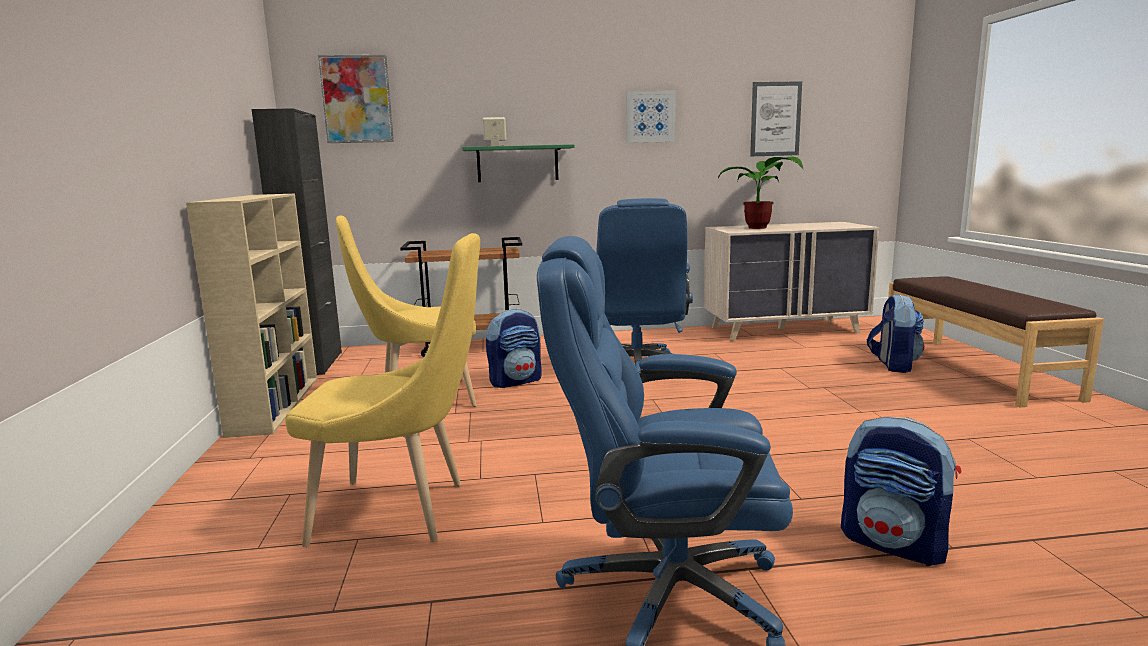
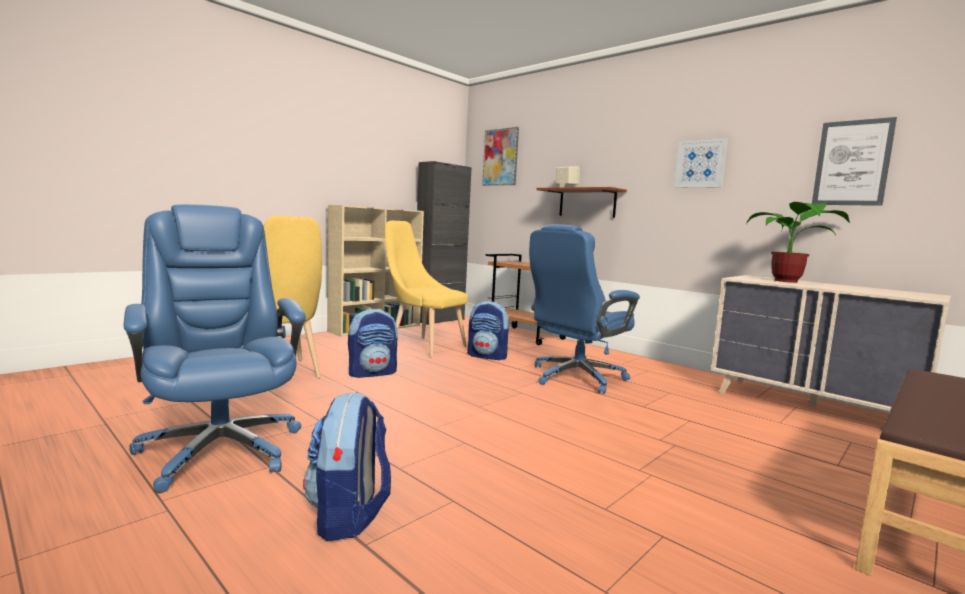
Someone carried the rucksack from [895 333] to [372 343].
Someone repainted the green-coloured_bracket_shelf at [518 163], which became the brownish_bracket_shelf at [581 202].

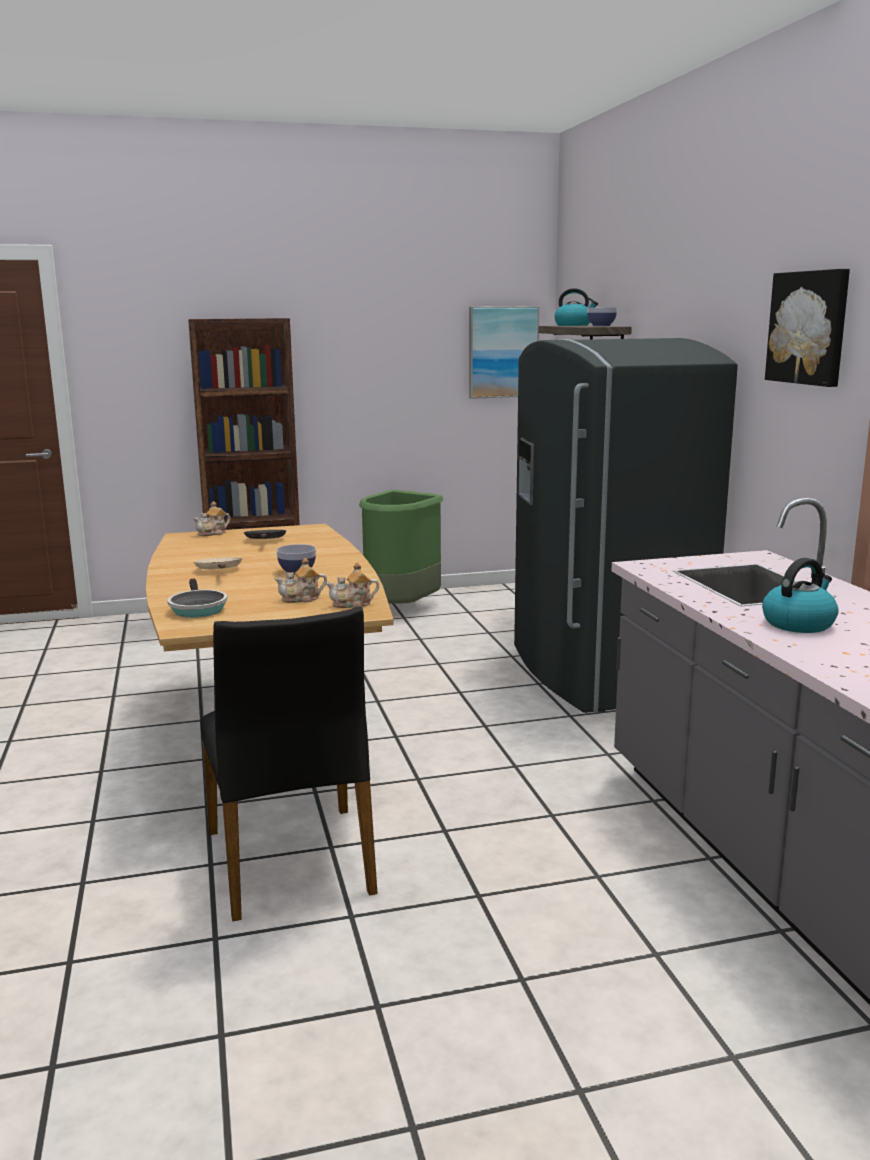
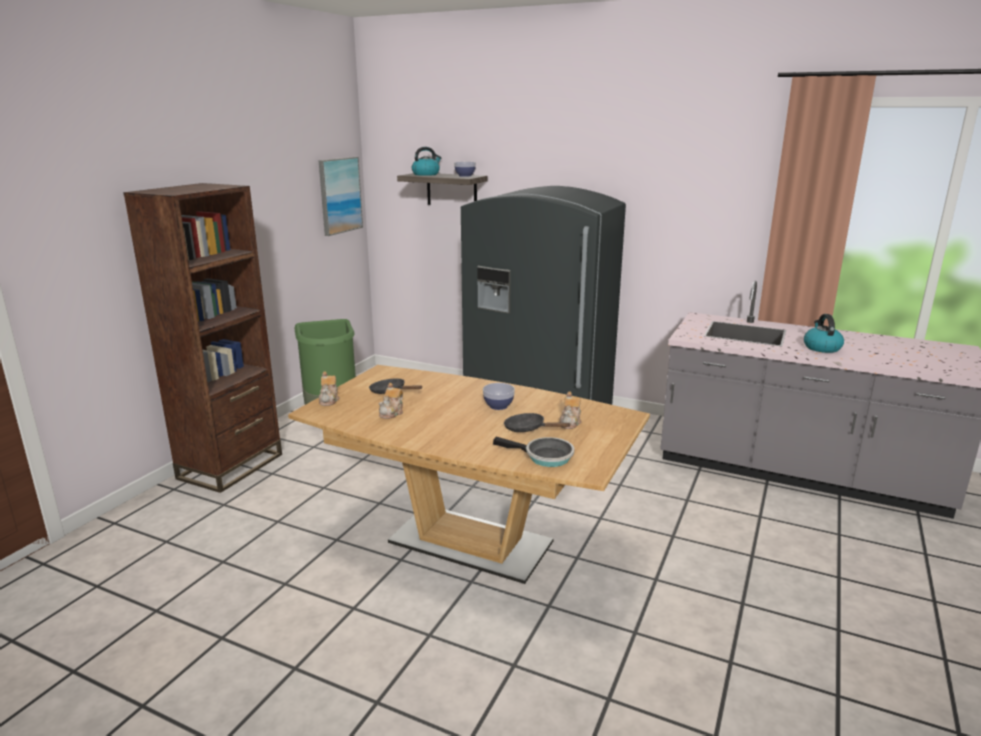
Someone carried the tea_pot from [352 585] to [390 401].
Someone put down the black-coloured_pan at [537 422].
Someone took away the sand-coloured_pan at [218 563].
Someone took away the black-coloured_upright_chair at [289 764].
Someone took away the wall_picture at [807 328].

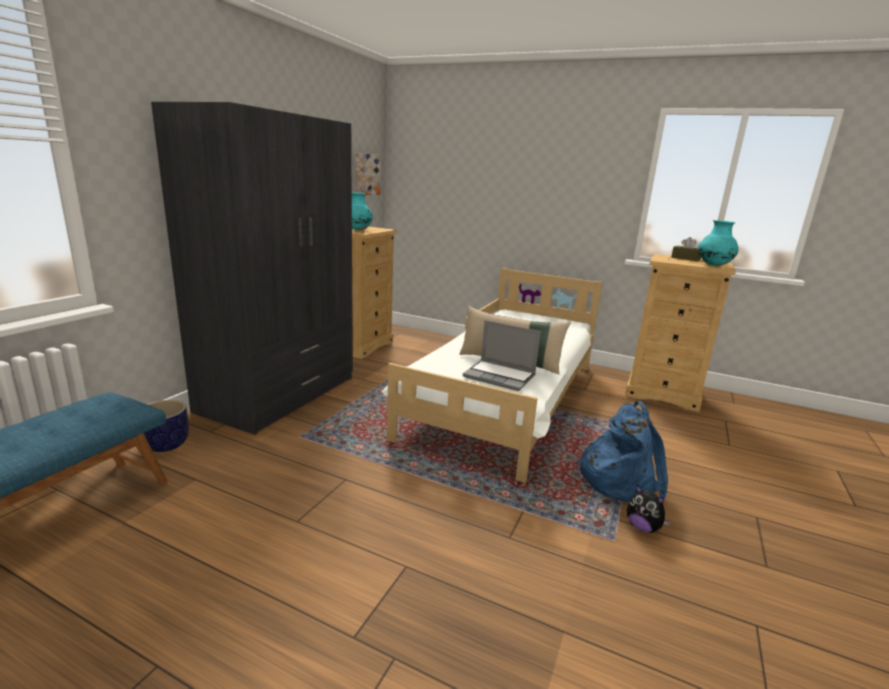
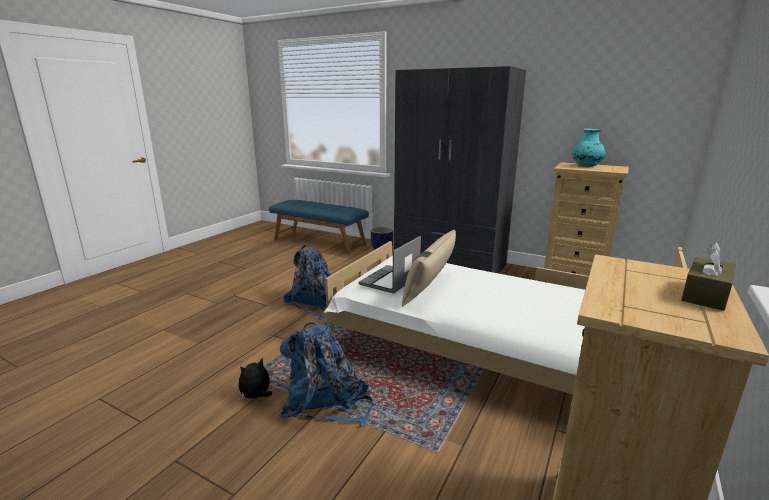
Someone put down the blue_rucksack at [309 282].
Someone took away the wall_picture at [368 174].
Someone took away the turquoise_flower_vase at [718 243].

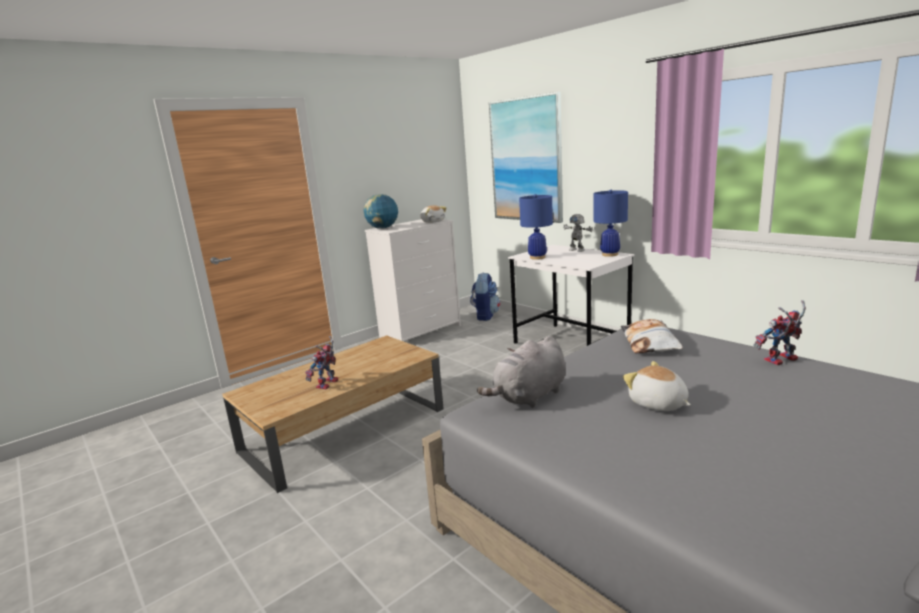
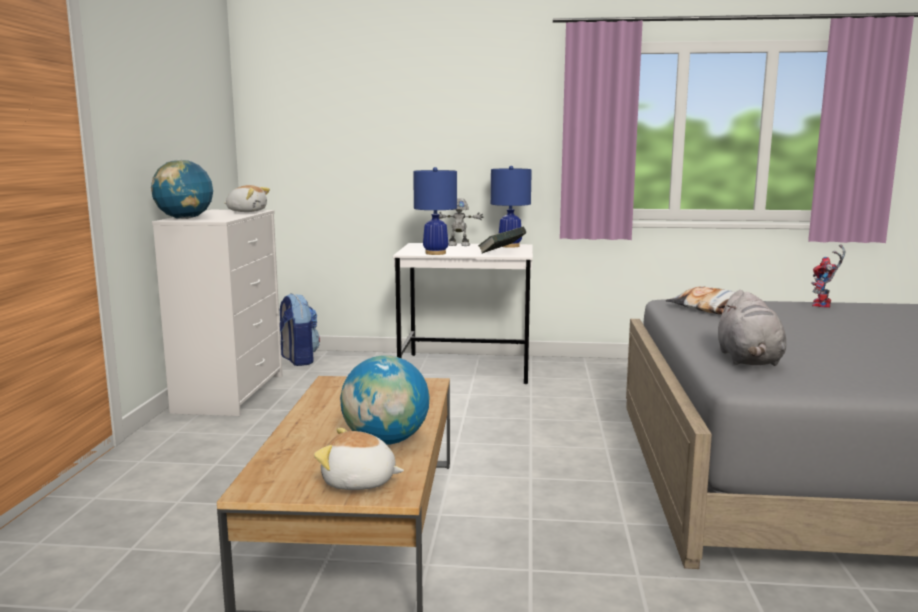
Someone carried the plush_toy from [657 386] to [359 459].
Someone swapped the robot_figure at [321 362] for the world_globe at [385 400].
Someone put down the bound_book at [502 240].
Someone took away the wall_picture at [526 157].

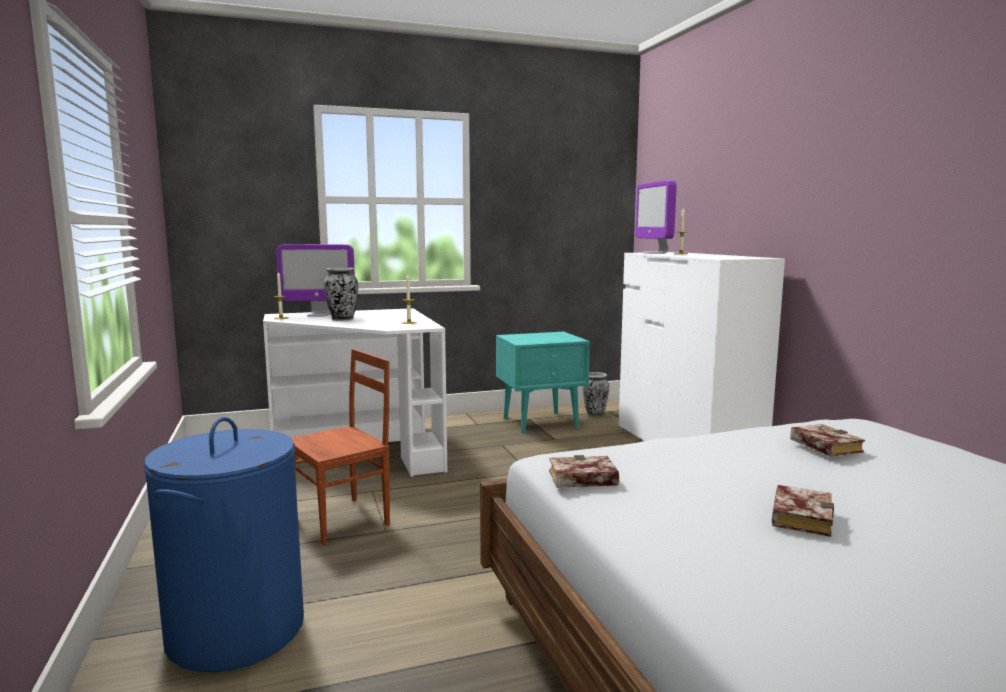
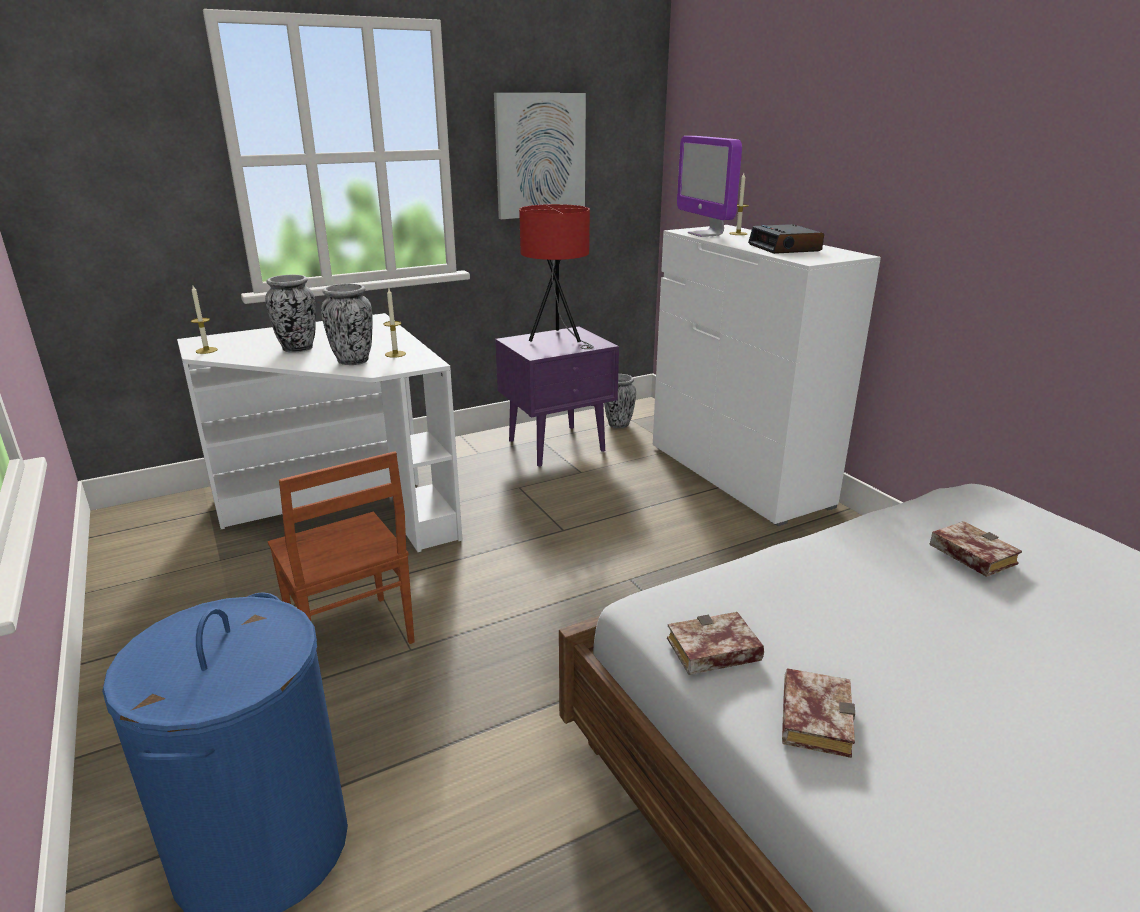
Someone rotated the brownish_upright_chair at [340 447] by 105 degrees clockwise.
Someone put down the flower_vase at [347 324].
Someone put up the wall_picture at [540 156].
Someone repainted the turquoise_nightstand at [543 383], which became the purplish_nightstand at [557 396].
Someone put down the red-coloured_tabletop_lamp at [556 276].
Someone put down the bedside_clock at [786 239].
Someone carried the bound_book from [803 511] to [818 713].
Someone took away the computer_display at [315 280].

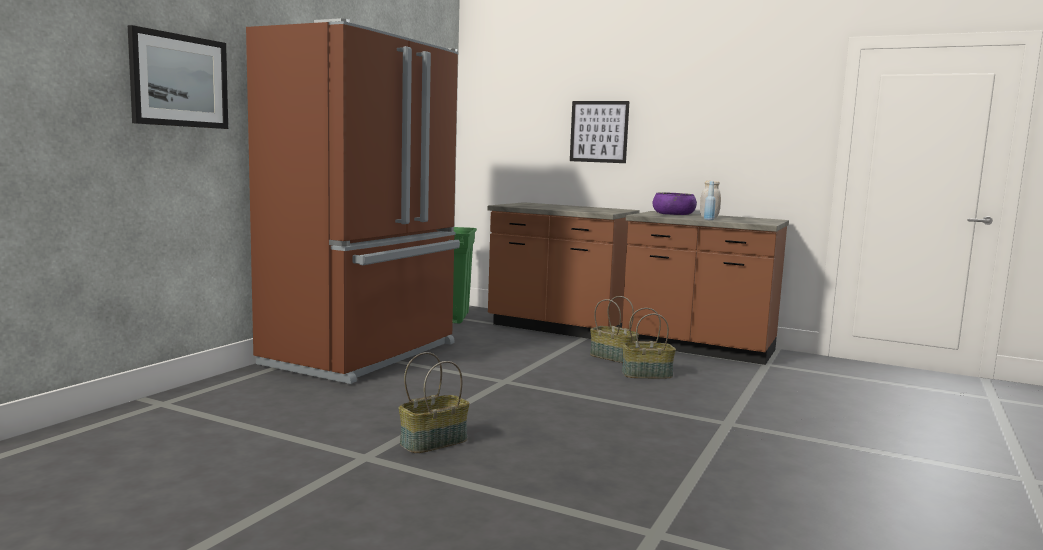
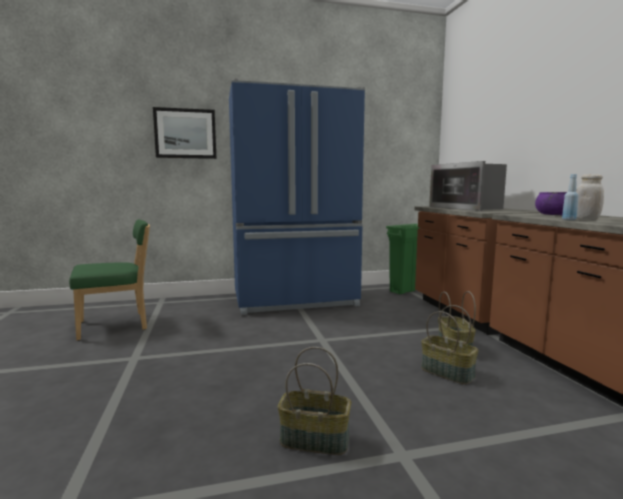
Someone put down the green-coloured_upright_chair at [109 280].
Someone repainted the brownish_kitchen_fridge at [353 201], which became the blue_kitchen_fridge at [297 196].
Someone carried the household_basket from [434 402] to [314 401].
Someone put down the kitchen_microwave at [468 186].
Someone took away the wall_picture at [600 132].

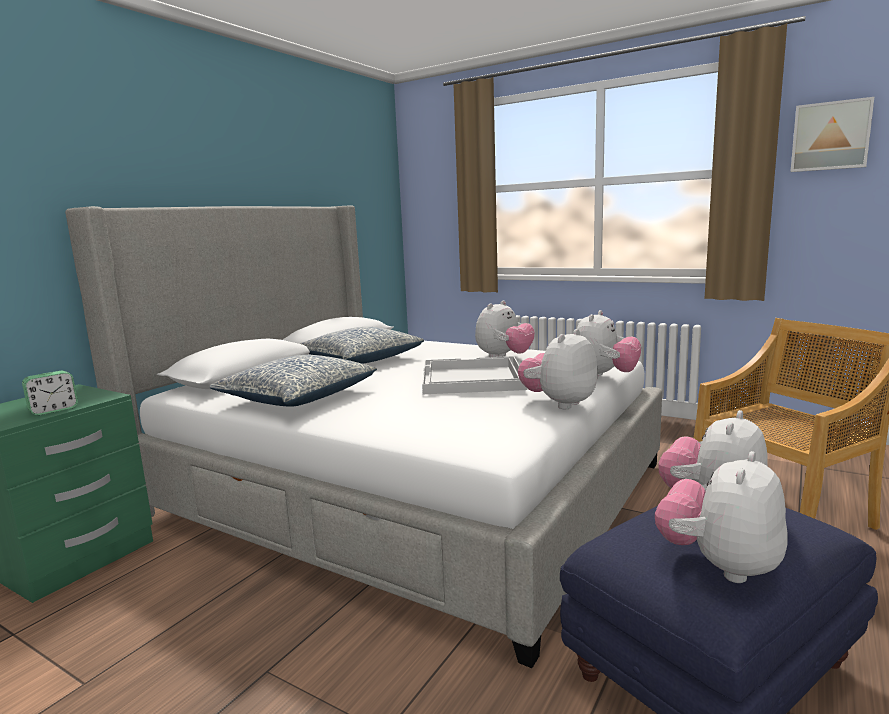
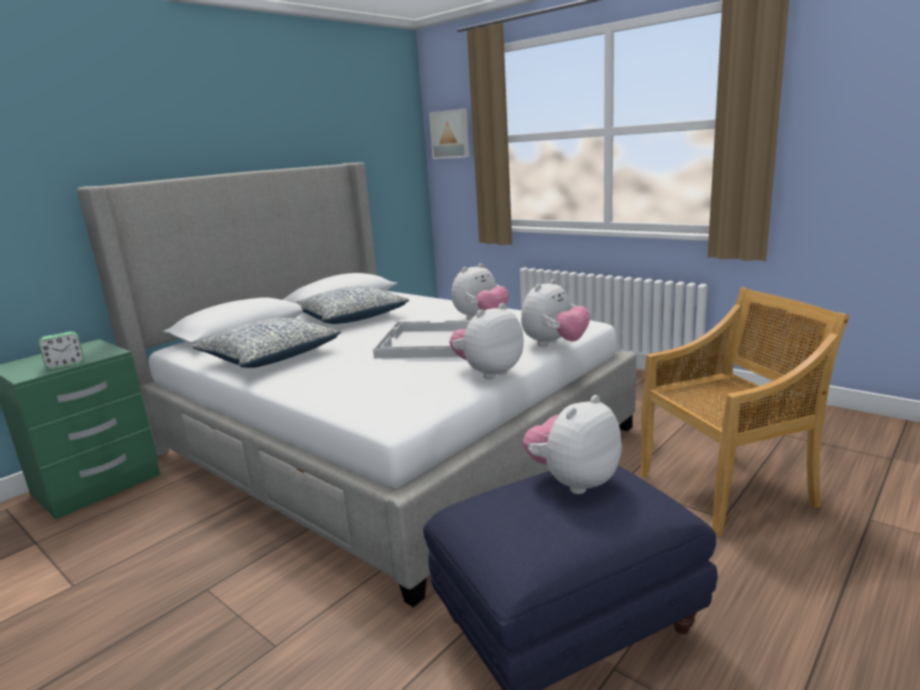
Someone carried the wall_picture from [832 134] to [449 134].
Someone took away the plush_toy at [721 517].

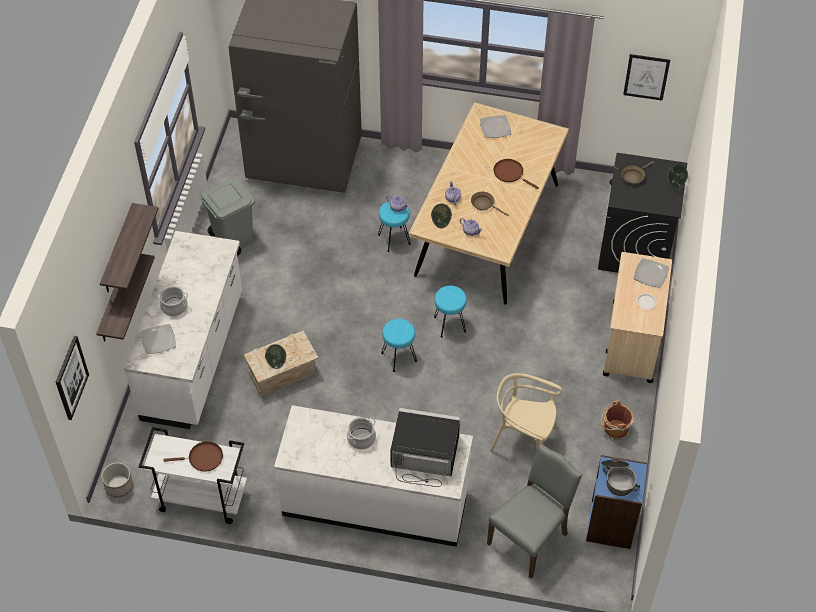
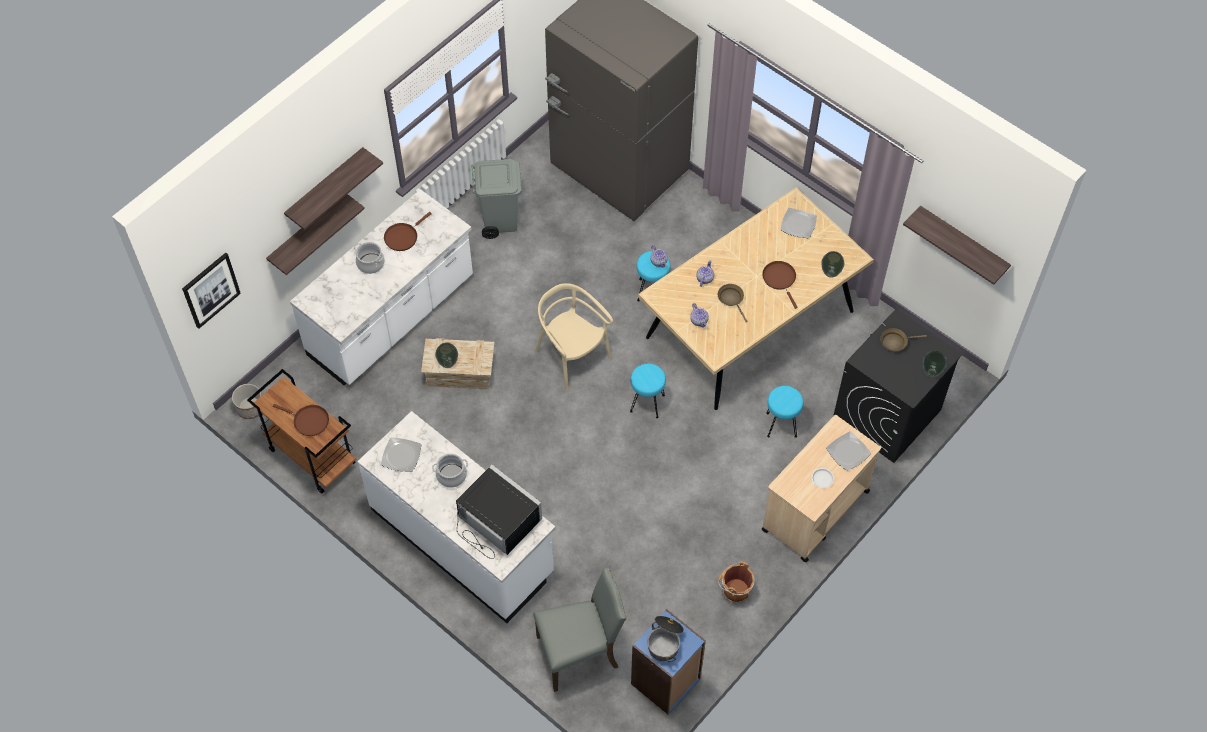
Someone repainted the white-coloured_wheeled_cart at [193 475], which became the brownish_wheeled_cart at [301 431].
Someone carried the flat_dish from [158 339] to [401 454].
Someone put down the brownish_pan at [408 231].
Someone carried the sand-coloured_upright_chair from [525 412] to [574 336].
Someone carried the turquoise_stool from [399 345] to [784 412].
Someone carried the flower_vase from [441 216] to [832 264].
Someone swapped the wall_picture at [646 77] for the bracket_shelf at [957 245].

